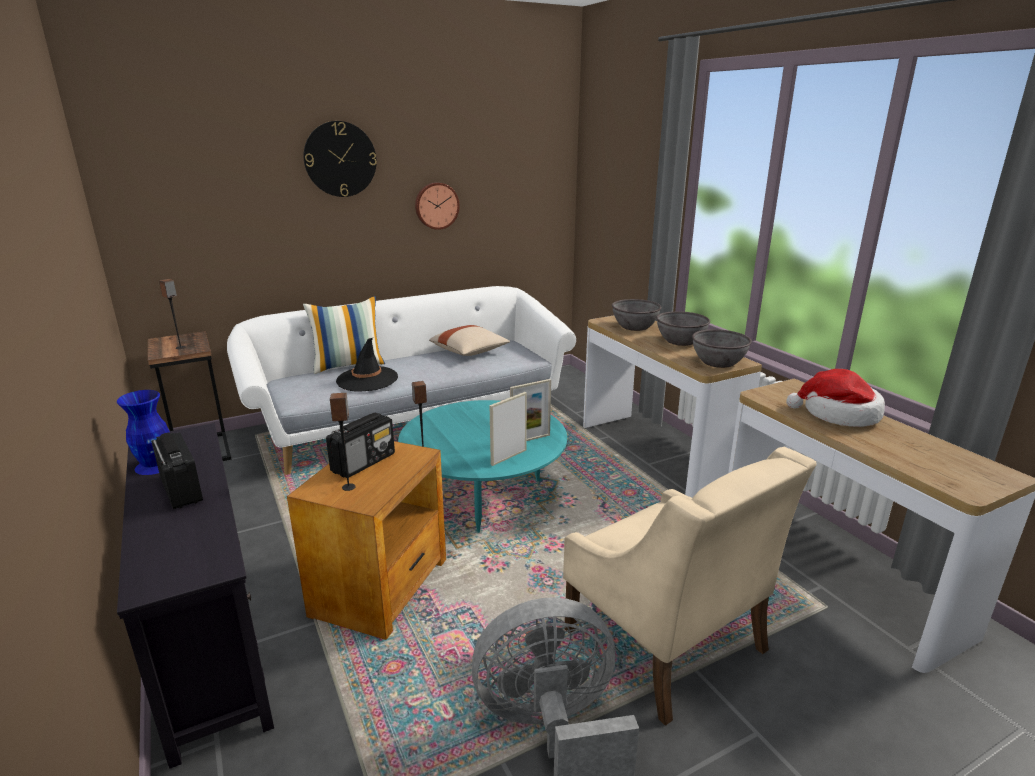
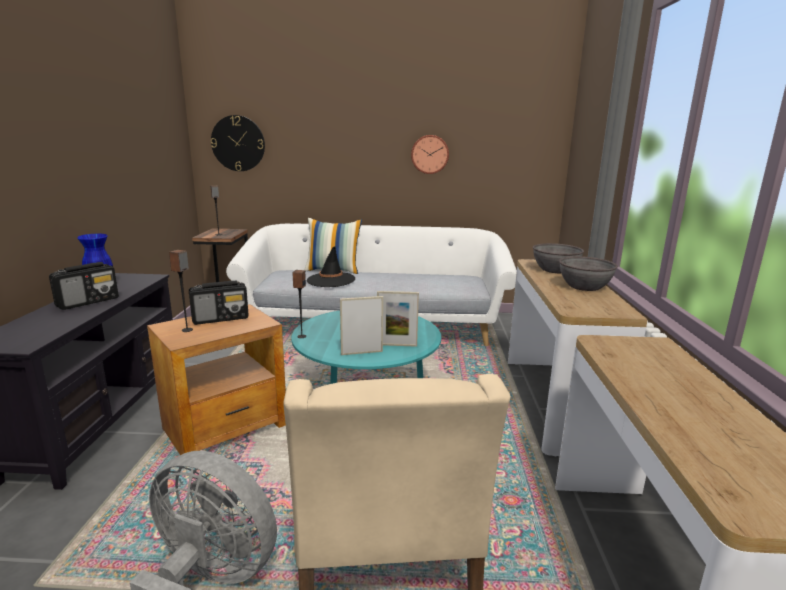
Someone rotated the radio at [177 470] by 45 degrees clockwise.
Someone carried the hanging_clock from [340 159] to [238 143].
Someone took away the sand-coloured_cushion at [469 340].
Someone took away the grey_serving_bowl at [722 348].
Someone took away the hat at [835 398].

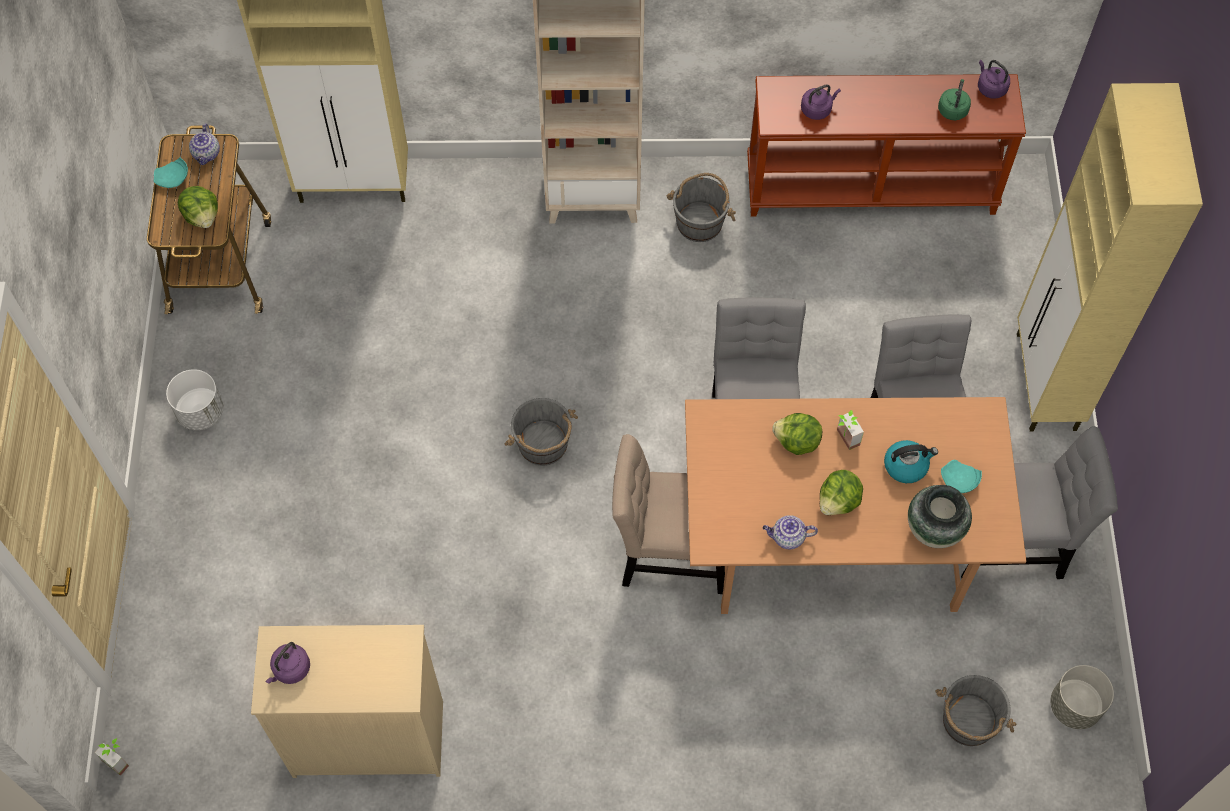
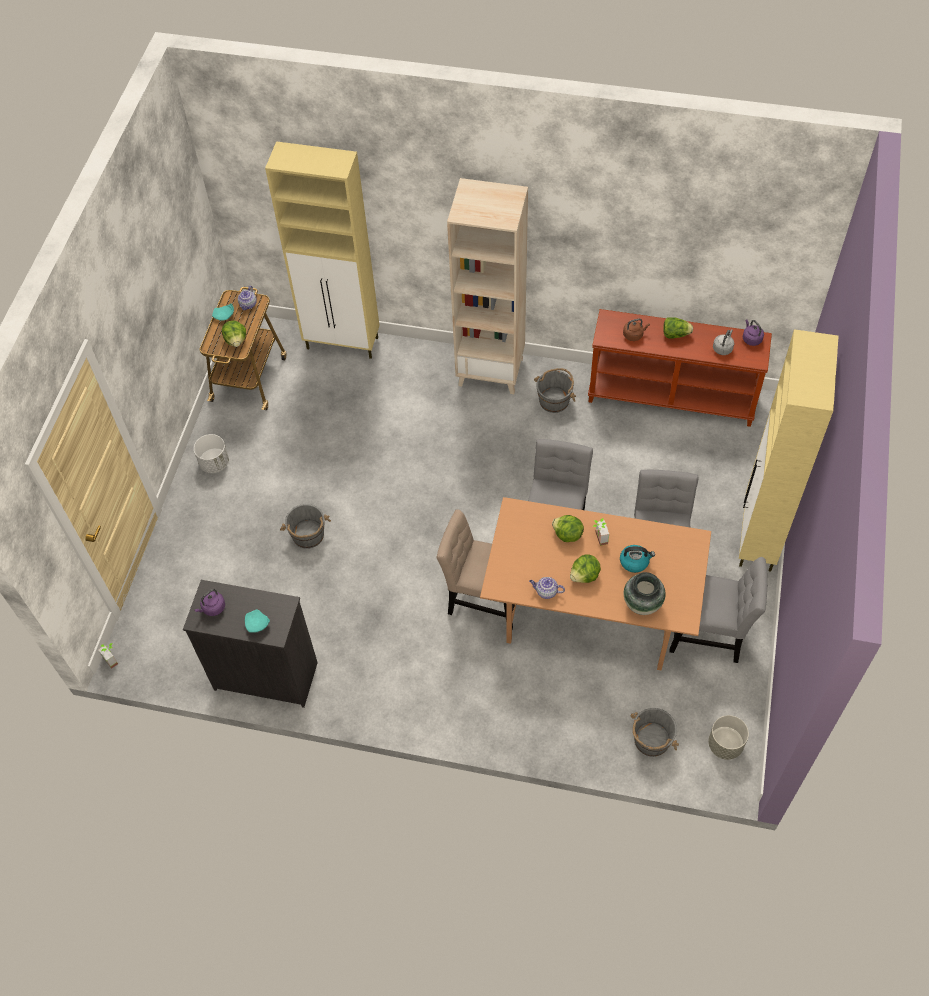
Someone repainted the sand-coloured_chest_of_drawers at [347 701], which became the black-coloured_chest_of_drawers at [250 644].
Someone carried the turquoise_flat_dish from [961 476] to [257 621].
Someone carried the grey_pail from [541 431] to [305 526].
Someone repainted the purplish_kettle at [821 102], which became the brownish_kettle at [636 330].
Someone put down the head_of_lettuce at [678 328].
Someone repainted the green-coloured_kettle at [954 99], which became the grey_kettle at [723 342].

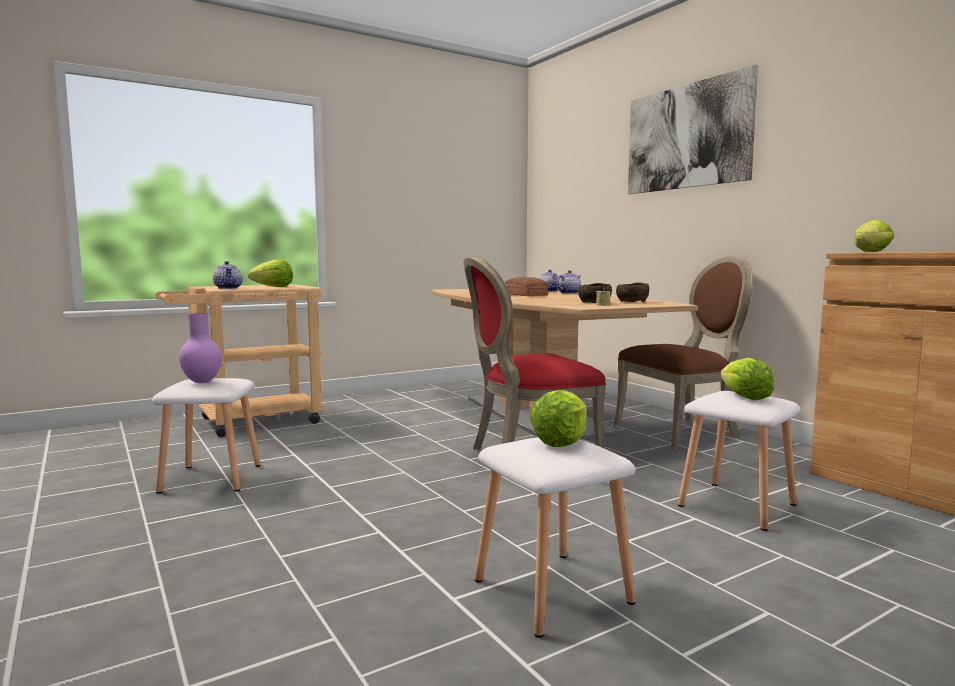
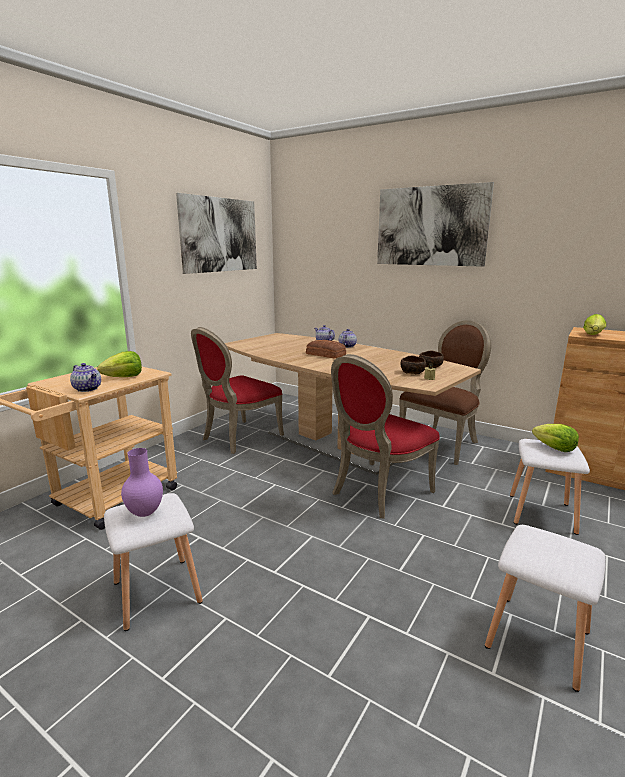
Someone put up the wall_picture at [216 233].
Someone put down the red-coloured_upright_chair at [237 390].
Someone took away the head_of_lettuce at [558 418].

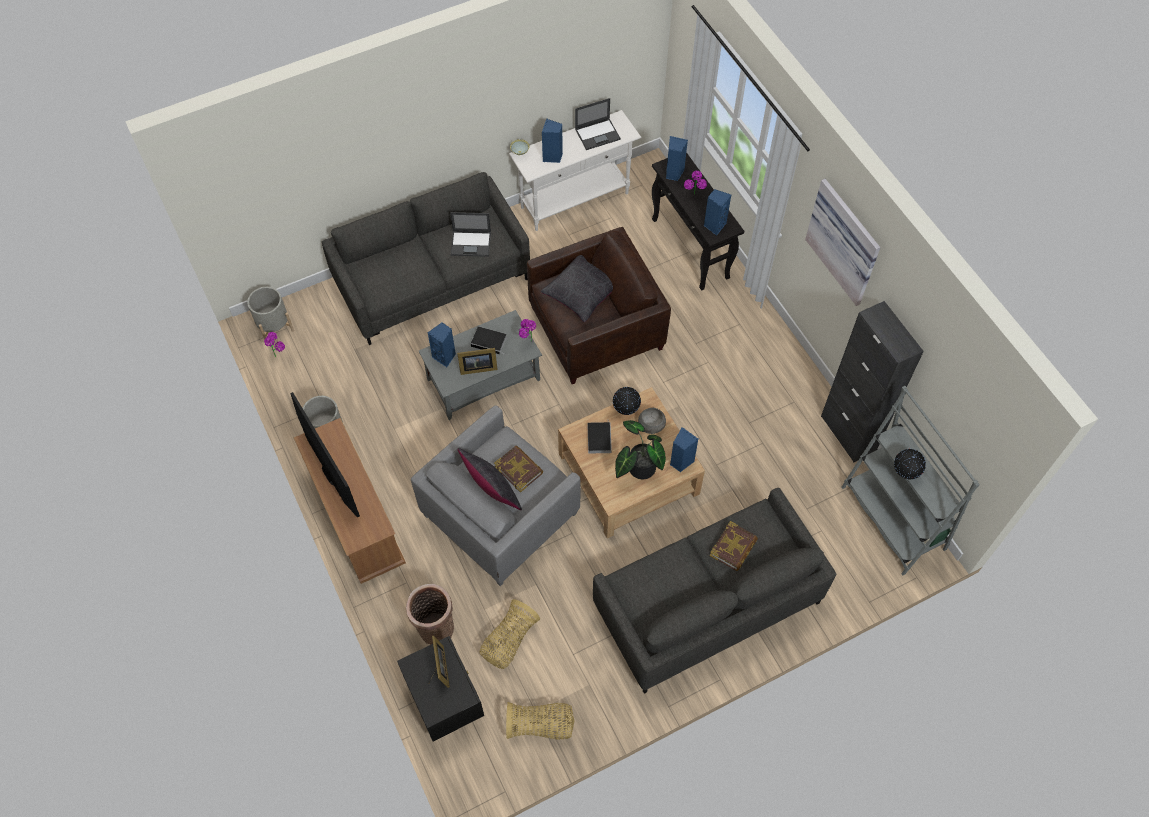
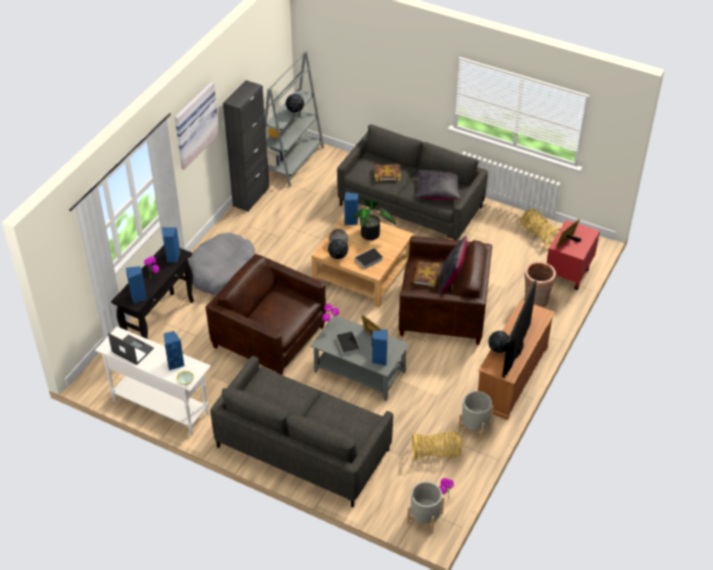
Someone put down the grey_dog_bed at [221 264].
Someone repainted the grey_lounge_chair at [495 495], which became the brownish_lounge_chair at [445 290].
Someone carried the household_basket from [509 634] to [437 445].
Someone carried the black-coloured_cushion from [576 288] to [438 185].
Someone put down the world_globe at [498 342].
Someone repainted the black-coloured_nightstand at [440 688], which became the red-coloured_nightstand at [573 255].
Someone took away the notebook_computer at [470 234].

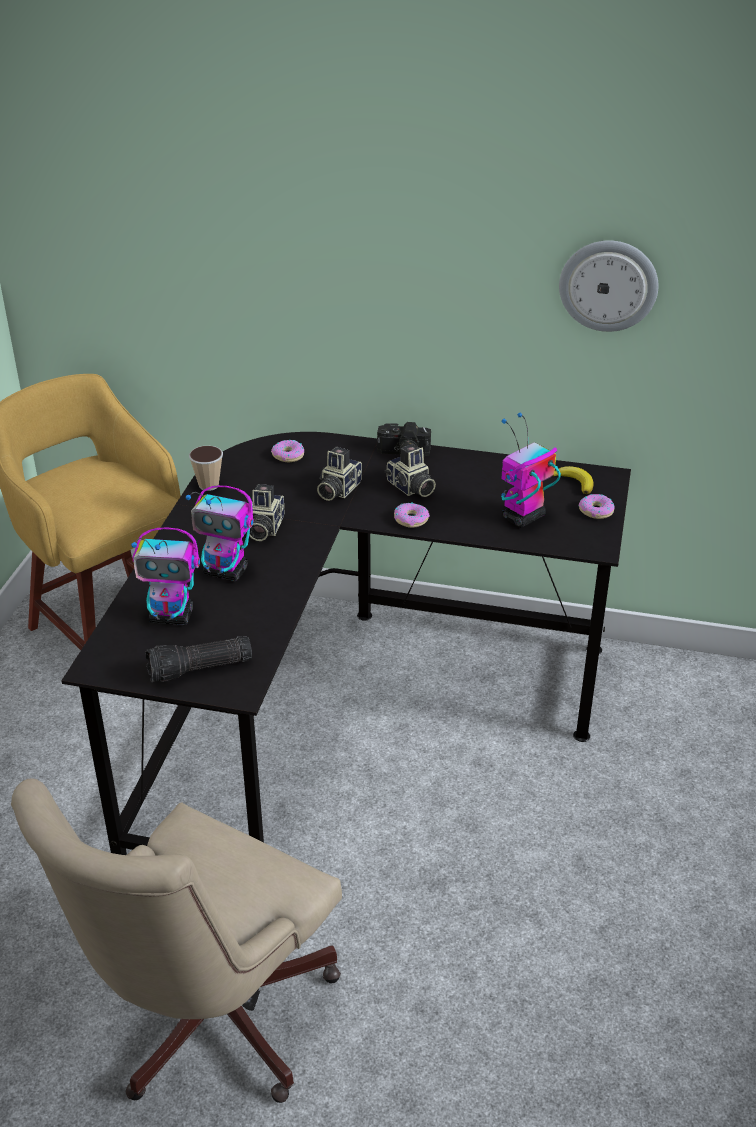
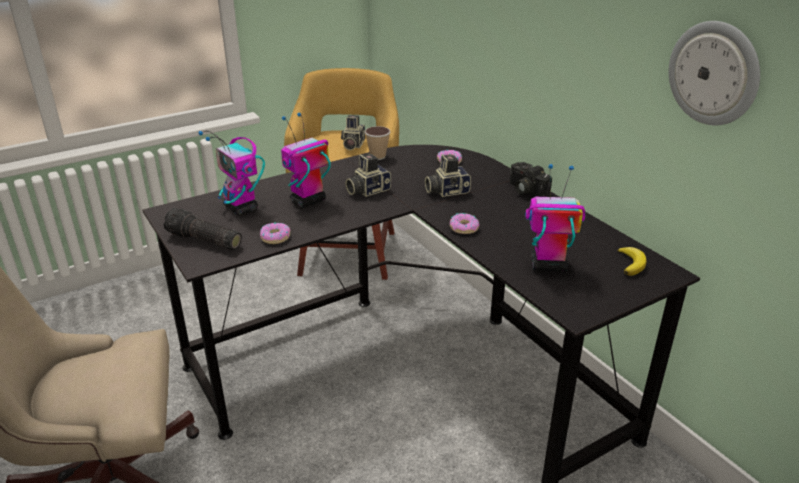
Someone carried the doughnut from [596 506] to [275 233].
Someone rotated the robot_figure at [220 533] by 75 degrees clockwise.
Someone carried the photo_camera from [410 470] to [353 132].

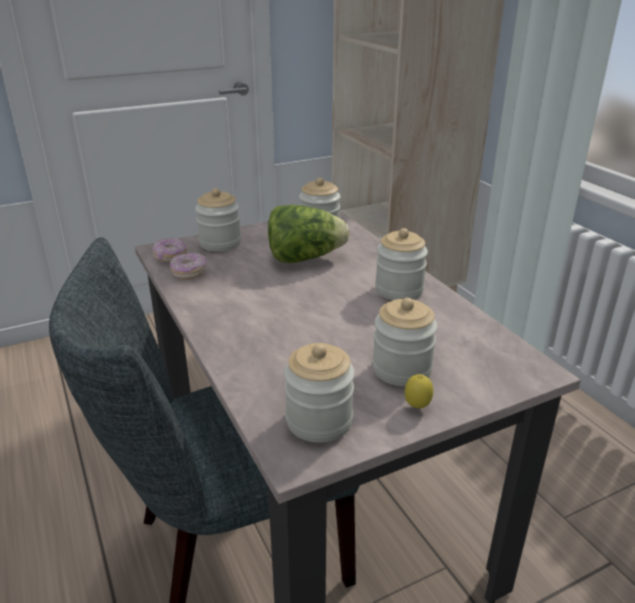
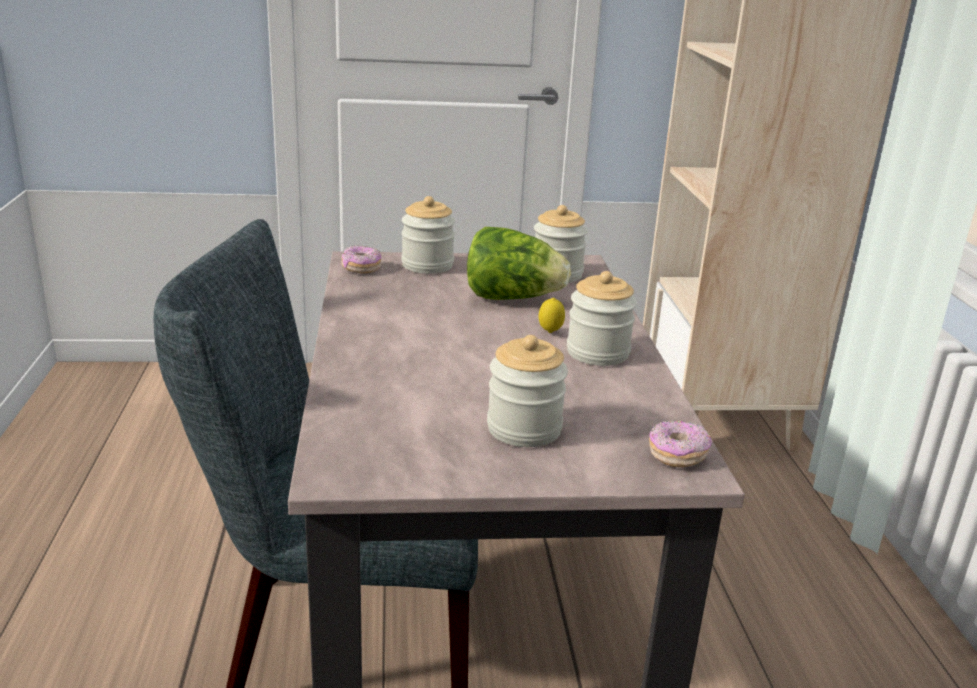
Someone carried the lemon from [419 391] to [552 315].
Someone carried the doughnut from [188 266] to [680 444].
Someone took away the jar at [319 393].

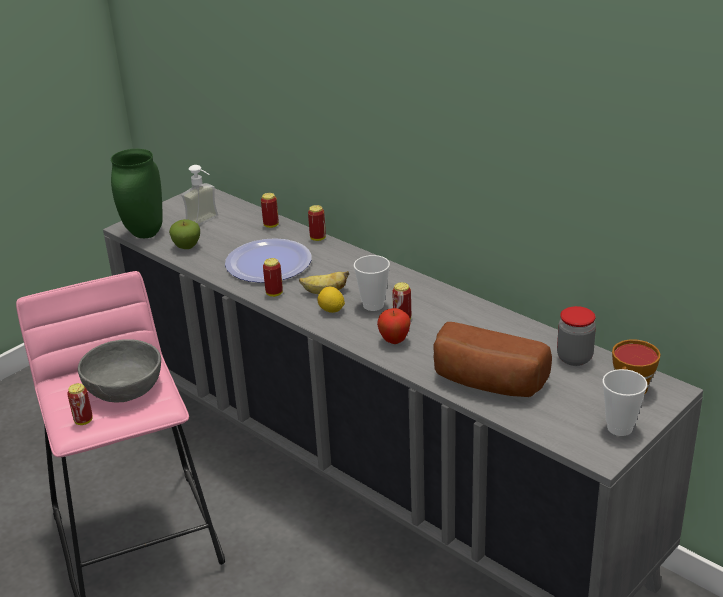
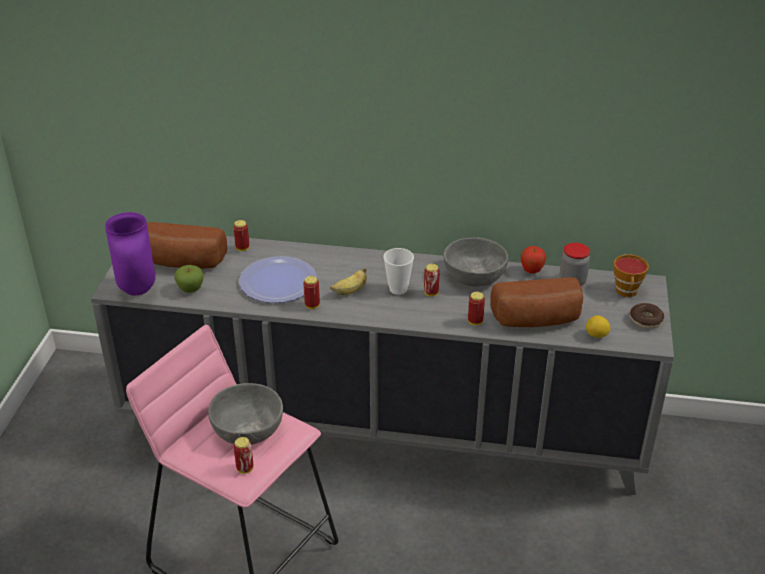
Someone repainted the green-coloured_flower_vase at [137 193], which became the purplish_flower_vase at [130 254].
Someone swapped the soap_bottle at [200 195] for the baked_bread at [187 245].
Someone put down the grey_serving_bowl at [475 262].
Someone carried the can from [317 223] to [476 308].
Someone carried the whole_apple from [394 326] to [533 260].
Someone carried the lemon from [331 300] to [598 326].
Someone swapped the cup at [625 402] for the doughnut at [647 316].

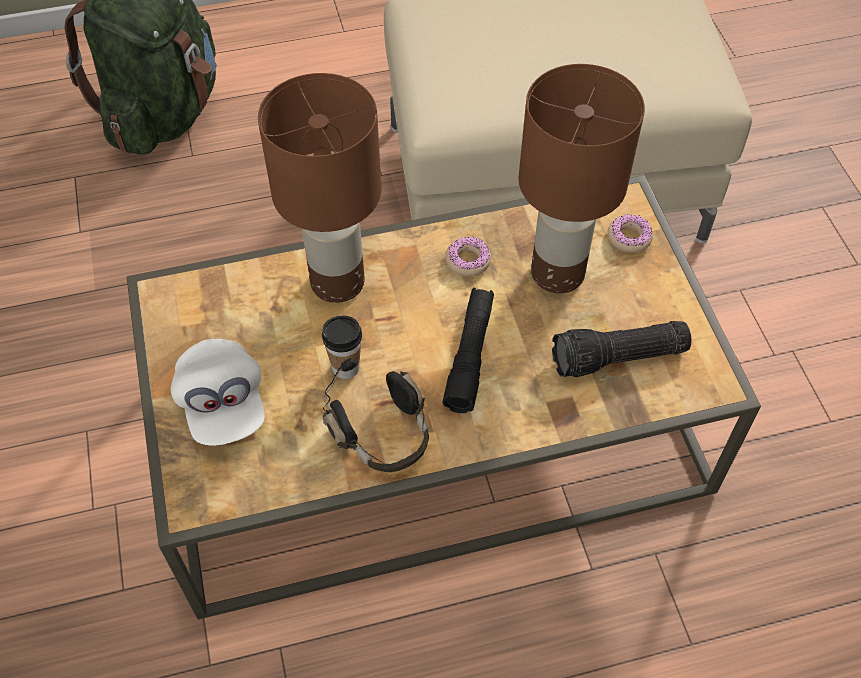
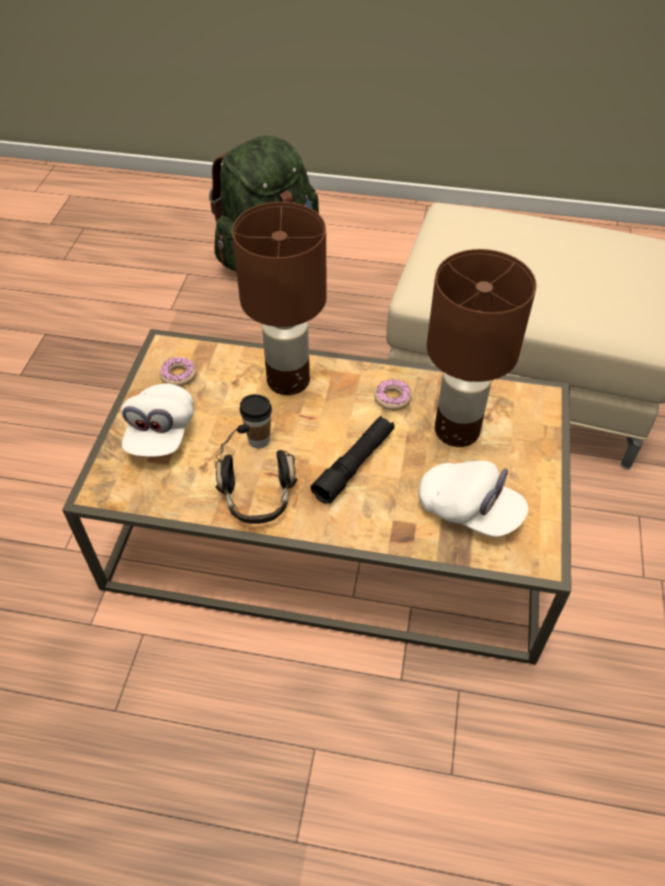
Someone carried the doughnut from [630 234] to [178 372].
Someone swapped the flashlight at [622 349] for the white-coloured_peaked_cap at [473 499].

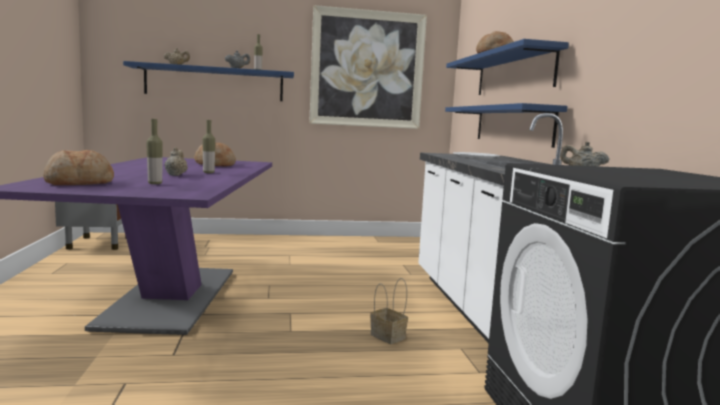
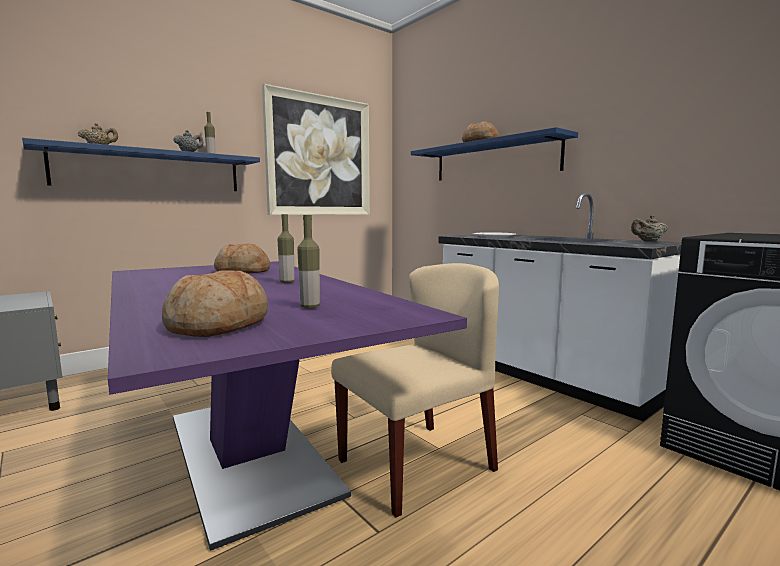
Someone put down the sand-coloured_upright_chair at [415 390].
Someone took away the sand-coloured_tea_pot at [176 161].
Someone took away the household_basket at [389 311].
Someone took away the blue_bracket_shelf at [506 125].

